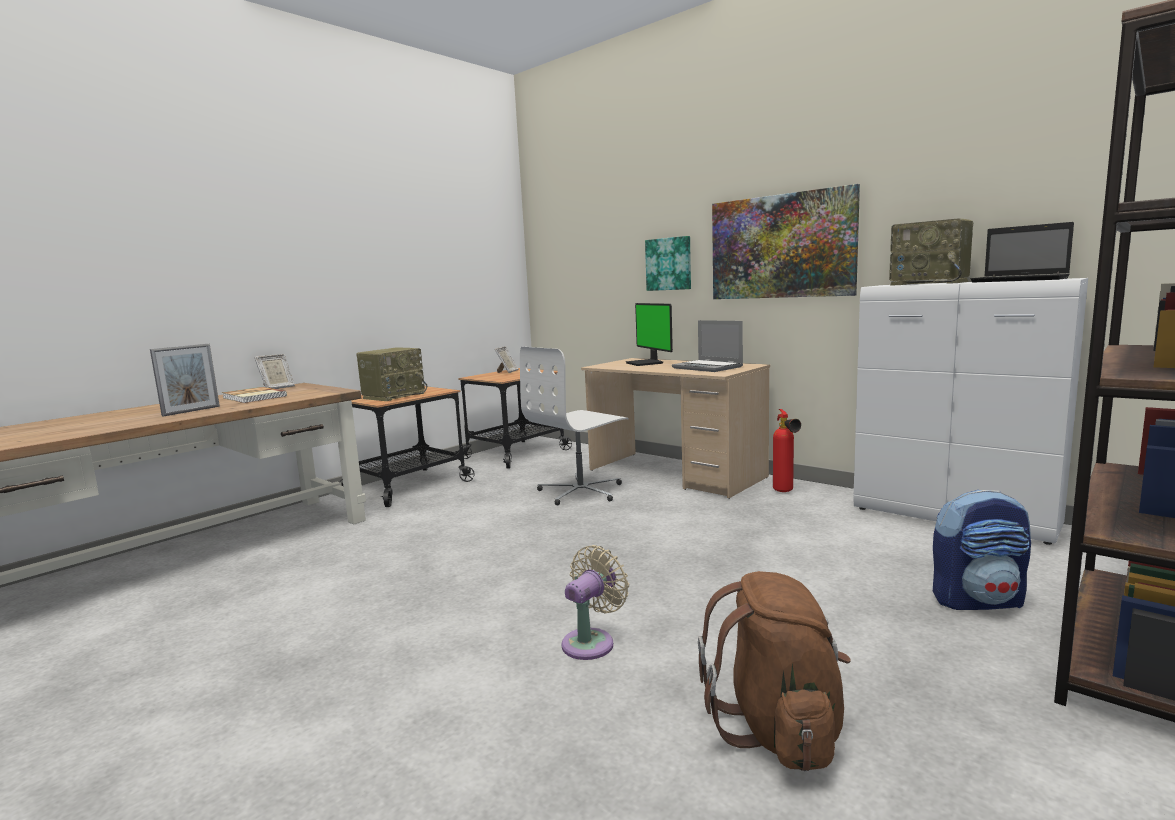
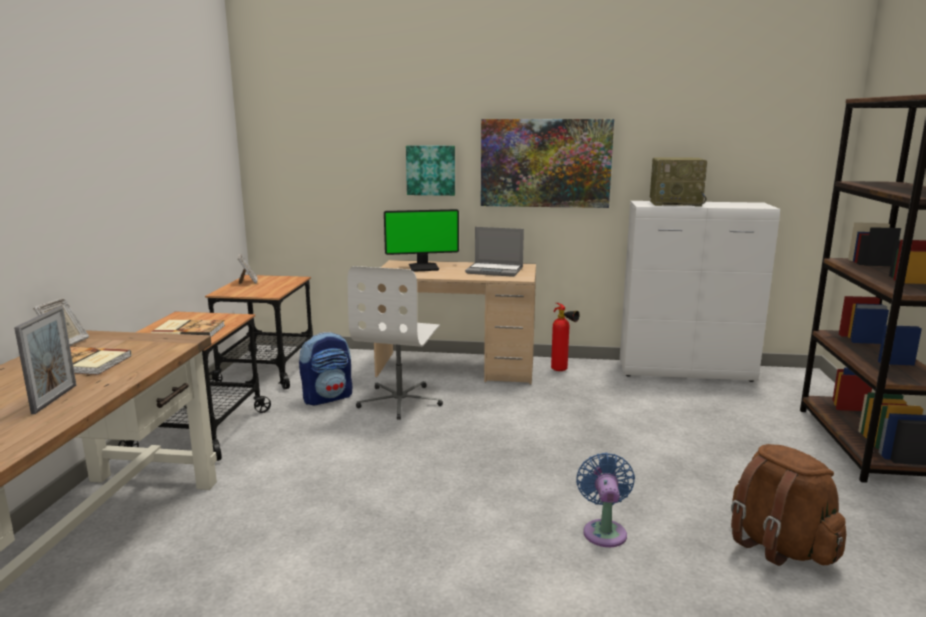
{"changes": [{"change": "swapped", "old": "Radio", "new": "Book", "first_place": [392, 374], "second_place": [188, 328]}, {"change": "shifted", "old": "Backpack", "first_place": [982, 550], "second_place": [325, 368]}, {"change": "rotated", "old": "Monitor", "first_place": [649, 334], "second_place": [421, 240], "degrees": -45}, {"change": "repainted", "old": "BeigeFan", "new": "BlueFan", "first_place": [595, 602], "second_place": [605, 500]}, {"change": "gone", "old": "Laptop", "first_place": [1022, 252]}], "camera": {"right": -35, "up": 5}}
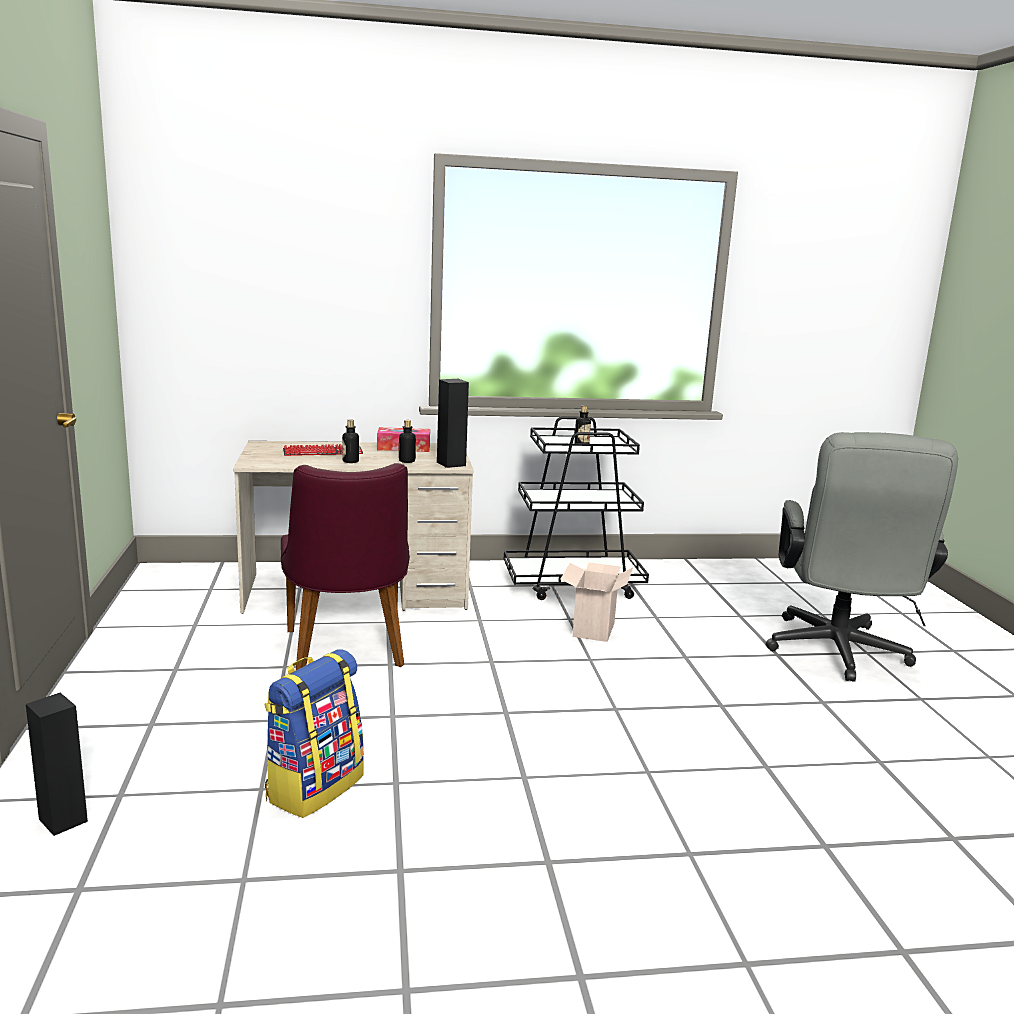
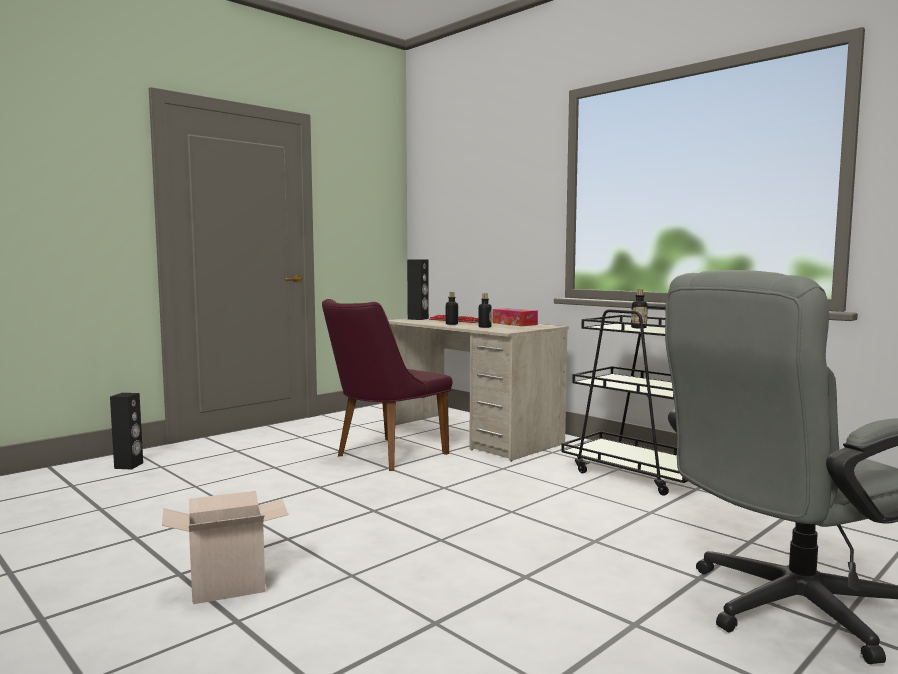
{"changes": [{"change": "shifted", "old": "CardboardBox", "first_place": [596, 602], "second_place": [225, 547]}, {"change": "shifted", "old": "BlackSpeaker", "first_place": [453, 423], "second_place": [418, 289]}, {"change": "gone", "old": "Backpack", "first_place": [314, 733]}], "camera": {"right": 55, "up": -10}}
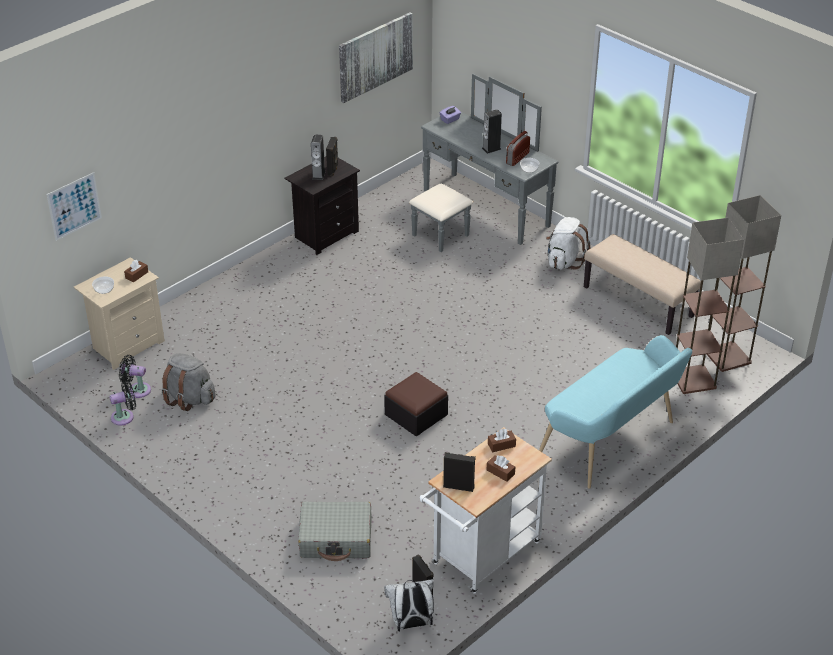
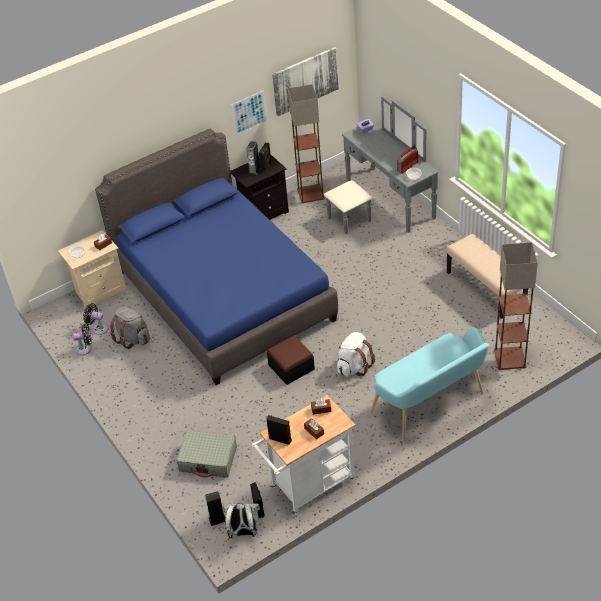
{"changes": [{"change": "new", "new": "BlueBed", "second_place": [216, 257]}, {"change": "shifted", "old": "Speaker", "first_place": [492, 131], "second_place": [215, 508]}, {"change": "shifted", "old": "Picture", "first_place": [74, 206], "second_place": [249, 112]}, {"change": "shifted", "old": "FloorLamp", "first_place": [743, 283], "second_place": [306, 143]}, {"change": "shifted", "old": "WhiteBackpack", "first_place": [568, 243], "second_place": [356, 354]}], "camera": {"right": 15, "up": 5}}
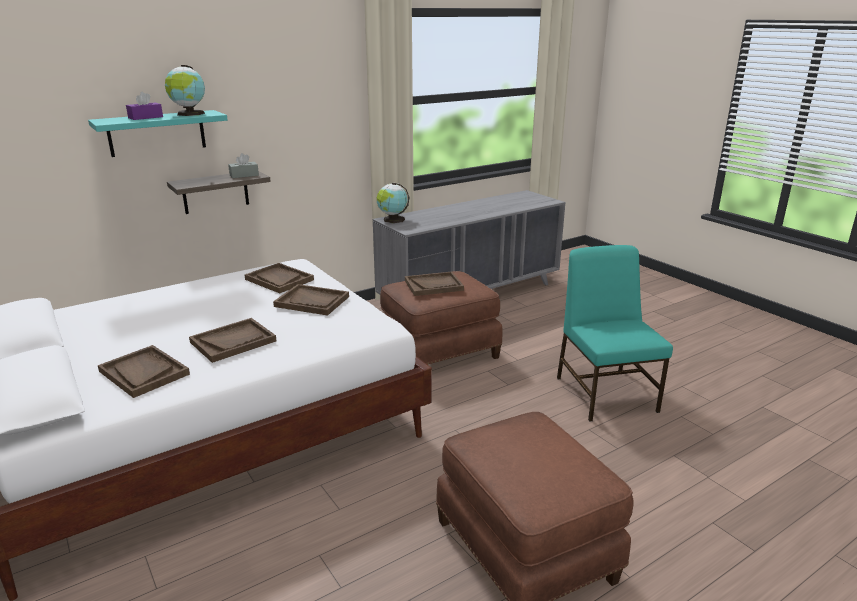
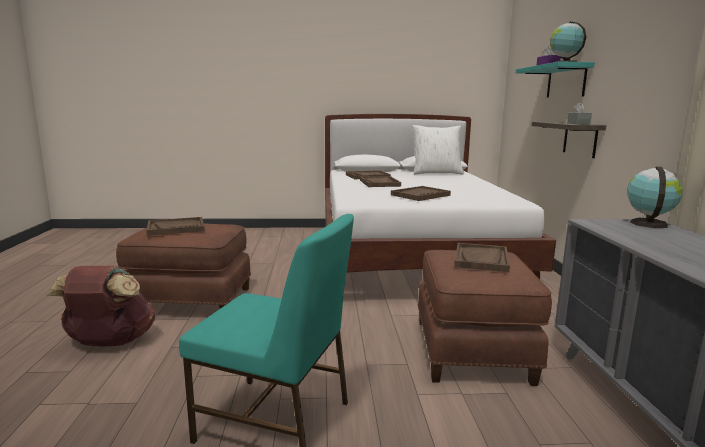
{"changes": [{"change": "new", "new": "BrownBackpack", "second_place": [100, 306]}, {"change": "shifted", "old": "BrownTray", "first_place": [279, 278], "second_place": [175, 226]}, {"change": "new", "new": "WhitePillow", "second_place": [438, 150]}], "camera": {"right": 120, "up": -10}}
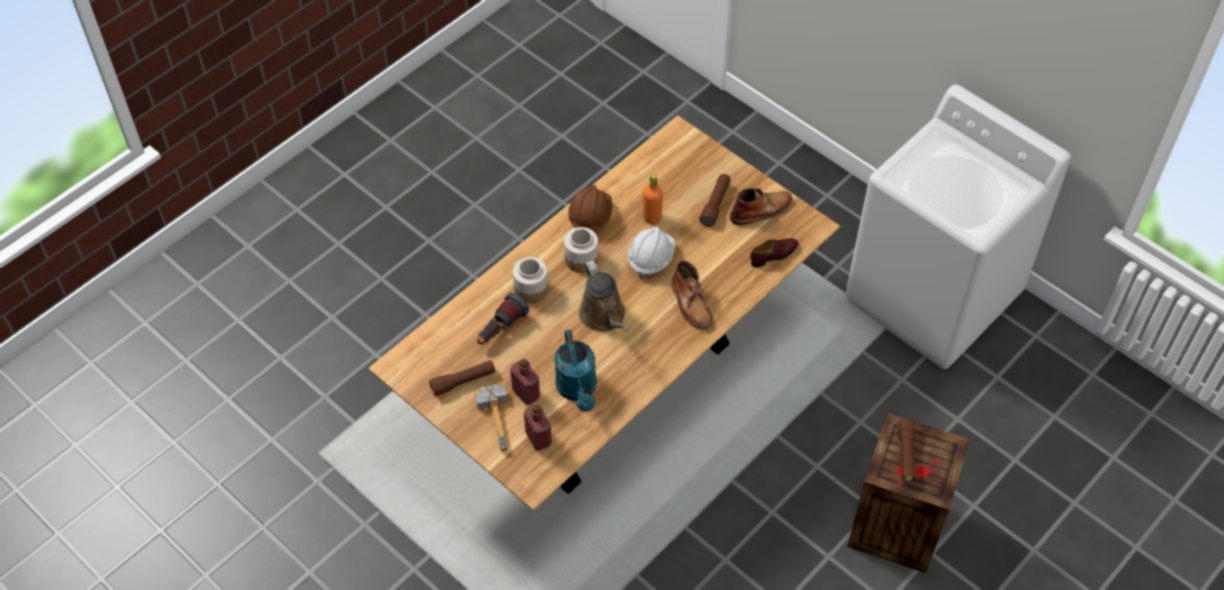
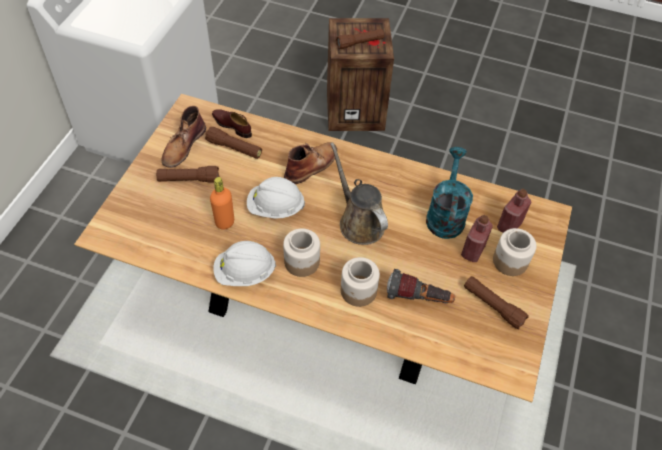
{"changes": [{"change": "rotated", "old": "BrownBoot", "first_place": [761, 206], "second_place": [183, 137], "degrees": -105}, {"change": "new", "new": "BrownFlashlight", "second_place": [233, 143]}, {"change": "repainted", "old": "BrownHardHat", "new": "WhiteHardHat", "first_place": [590, 209], "second_place": [245, 263]}, {"change": "rotated", "old": "BrownWateringCan", "first_place": [604, 296], "second_place": [359, 193], "degrees": -75}, {"change": "rotated", "old": "TurquoiseWateringCan", "first_place": [575, 371], "second_place": [449, 193], "degrees": -45}, {"change": "swapped", "old": "Hammer", "new": "Jar", "first_place": [491, 418], "second_place": [514, 252]}], "camera": {"right": -115, "up": 0}}
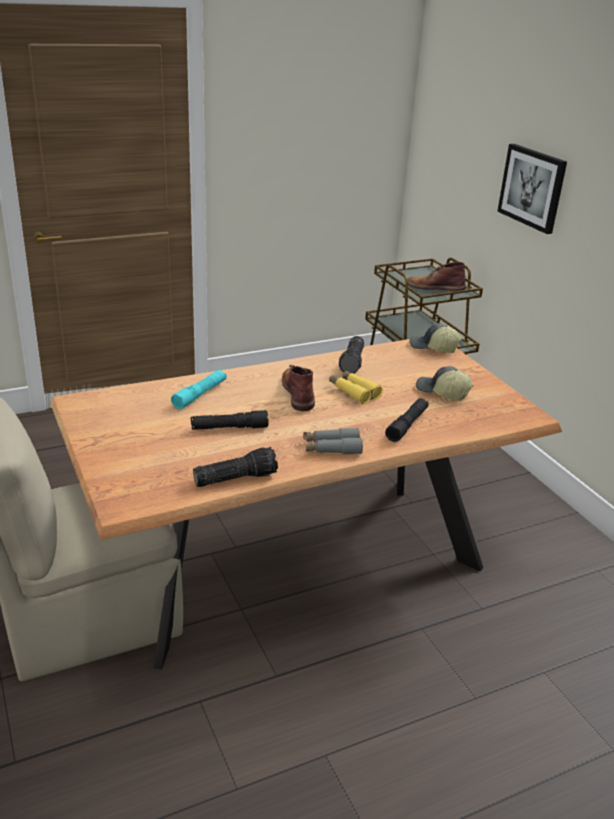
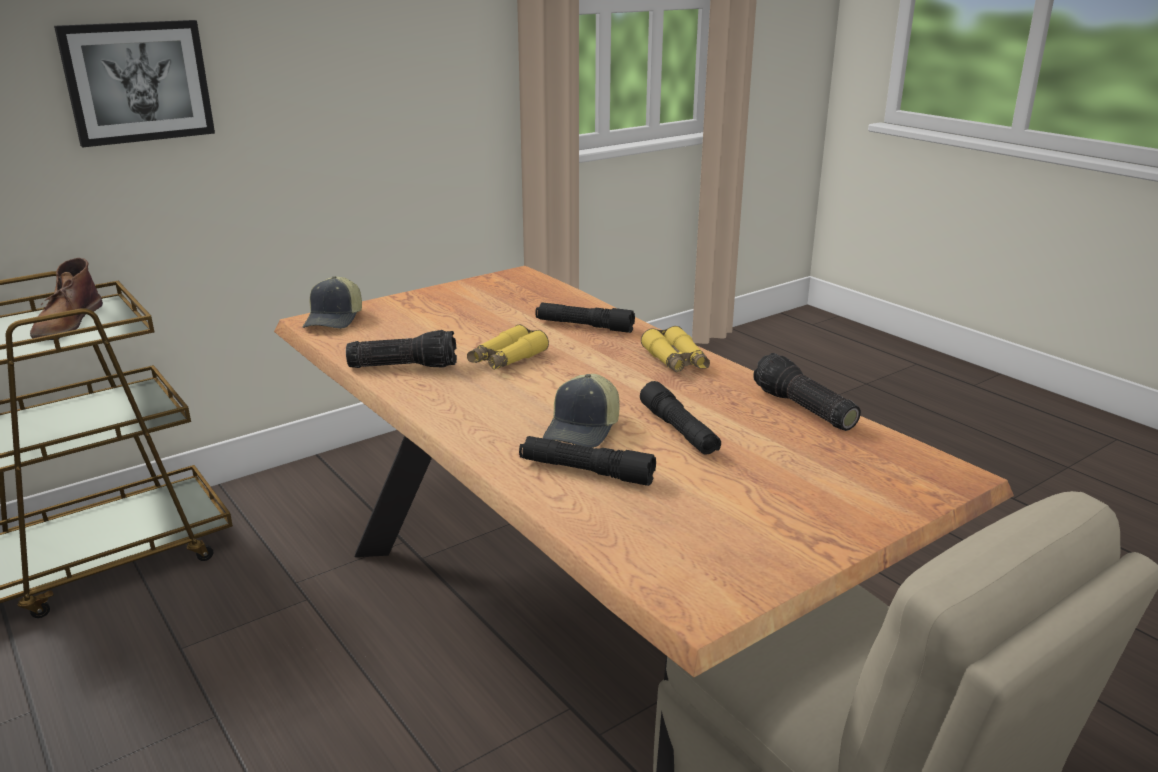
{"changes": [{"change": "repainted", "old": "TurquoiseFlashlight", "new": "BlackFlashlight", "first_place": [199, 389], "second_place": [587, 461]}, {"change": "shifted", "old": "Cap", "first_place": [445, 383], "second_place": [581, 411]}, {"change": "repainted", "old": "GreyBinoculars", "new": "YellowBinoculars", "first_place": [333, 441], "second_place": [675, 349]}, {"change": "gone", "old": "BrownBoot", "first_place": [298, 388]}], "camera": {"right": -100, "up": -5}}
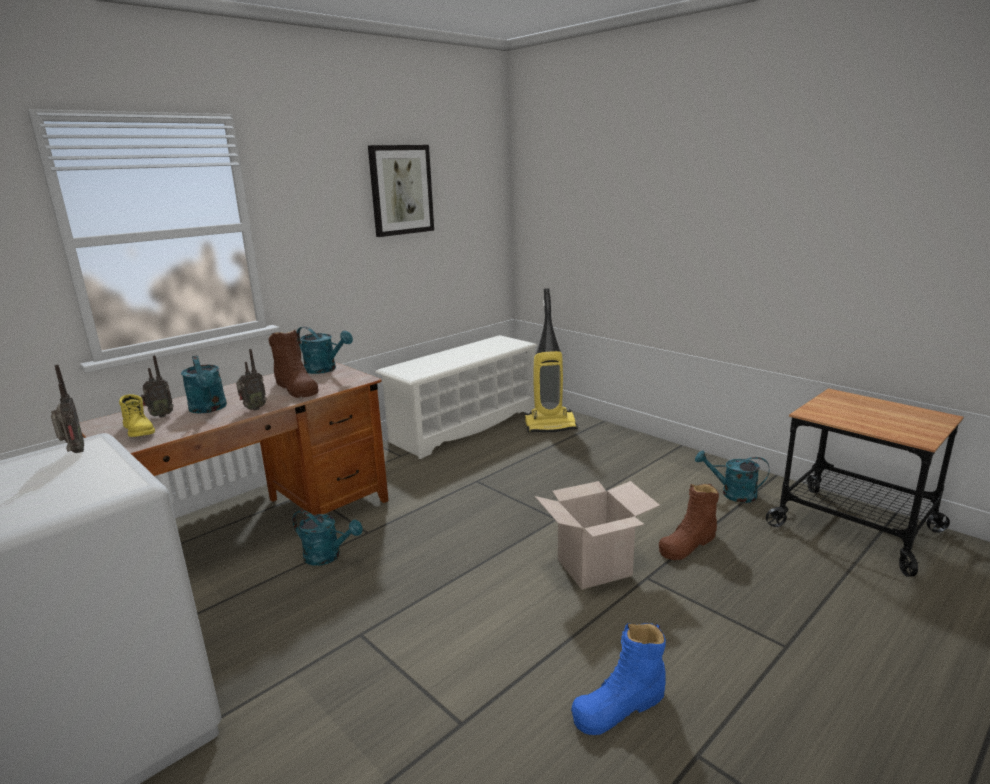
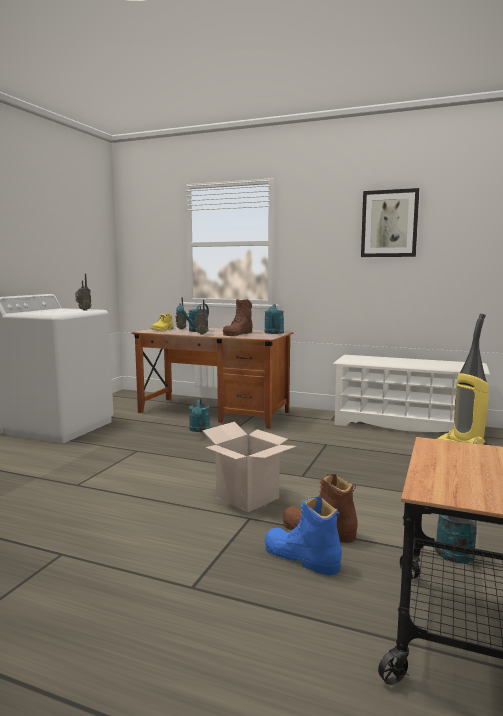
{"changes": [{"change": "shifted", "old": "BlueBoot", "first_place": [618, 679], "second_place": [303, 536]}], "camera": {"right": 65, "up": -10}}
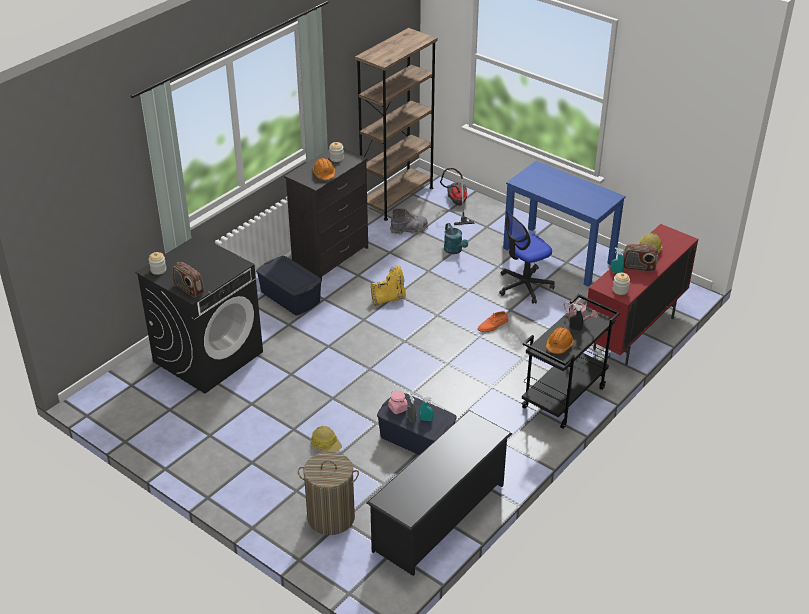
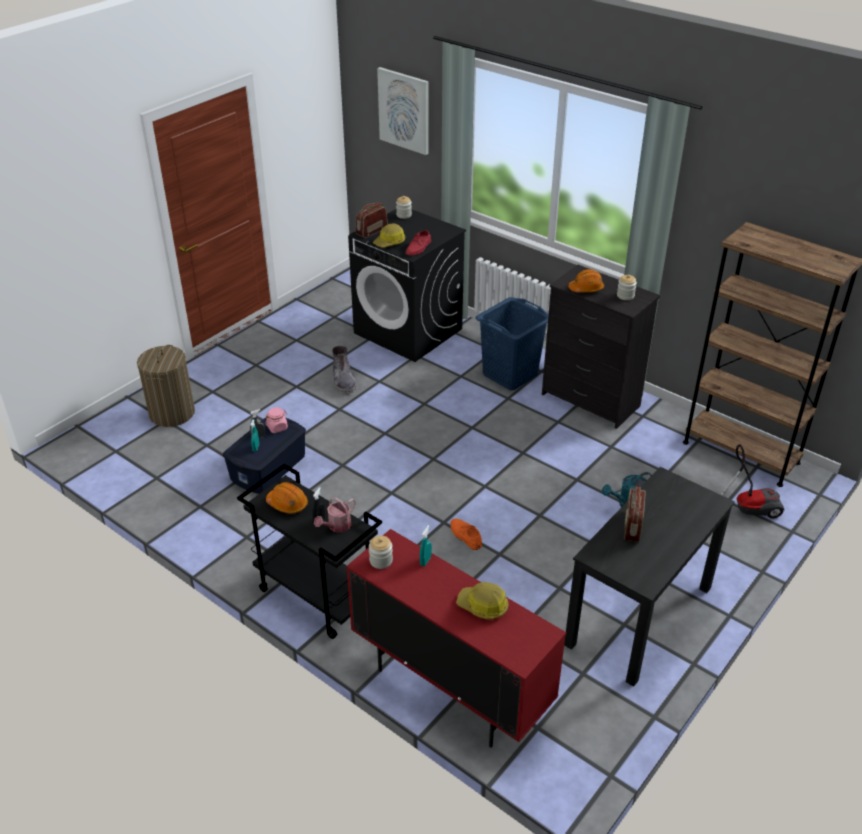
{"changes": [{"change": "shifted", "old": "GreyBoot", "first_place": [409, 221], "second_place": [344, 370]}, {"change": "shifted", "old": "HardHat", "first_place": [326, 439], "second_place": [389, 235]}, {"change": "new", "new": "Picture", "second_place": [402, 111]}, {"change": "new", "new": "RedShoe", "second_place": [418, 243]}, {"change": "swapped", "old": "BlueStorageBox", "new": "BlueLaundryBasket", "first_place": [289, 285], "second_place": [512, 343]}, {"change": "repainted", "old": "BlueDesk", "new": "BlackDesk", "first_place": [564, 224], "second_place": [649, 577]}, {"change": "shifted", "old": "Radio", "first_place": [640, 257], "second_place": [635, 514]}, {"change": "gone", "old": "BlackShoeRack", "first_place": [439, 493]}, {"change": "gone", "old": "YellowBoot", "first_place": [388, 285]}, {"change": "gone", "old": "OfficeChair", "first_place": [527, 257]}], "camera": {"right": 90, "up": 0}}
